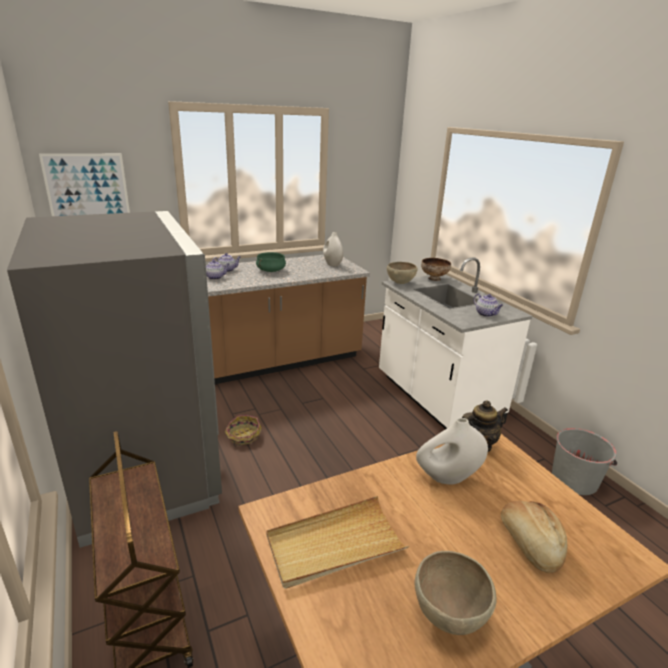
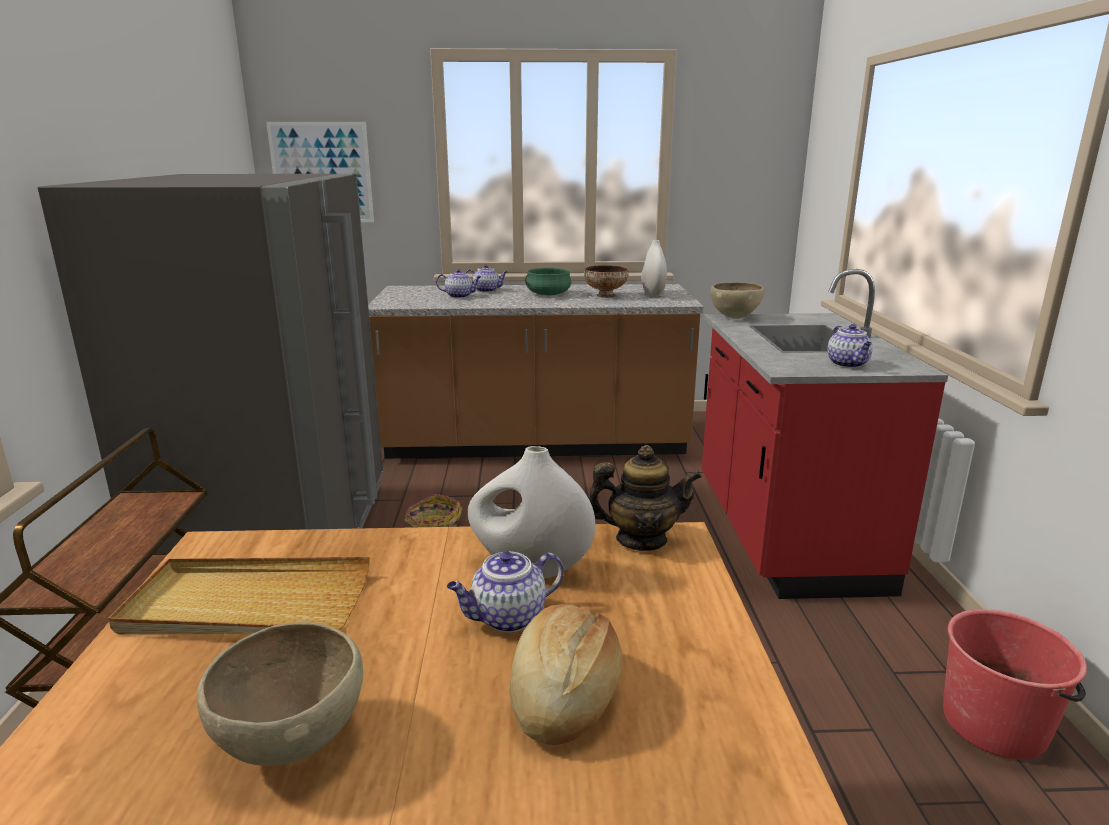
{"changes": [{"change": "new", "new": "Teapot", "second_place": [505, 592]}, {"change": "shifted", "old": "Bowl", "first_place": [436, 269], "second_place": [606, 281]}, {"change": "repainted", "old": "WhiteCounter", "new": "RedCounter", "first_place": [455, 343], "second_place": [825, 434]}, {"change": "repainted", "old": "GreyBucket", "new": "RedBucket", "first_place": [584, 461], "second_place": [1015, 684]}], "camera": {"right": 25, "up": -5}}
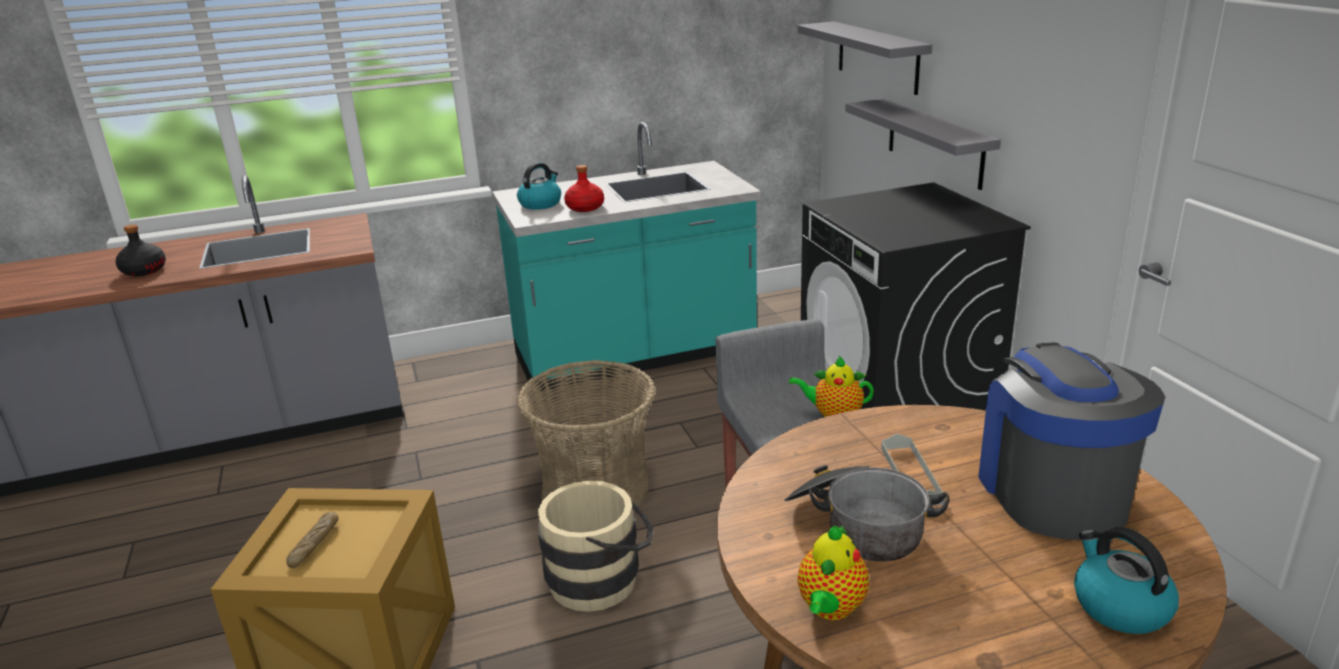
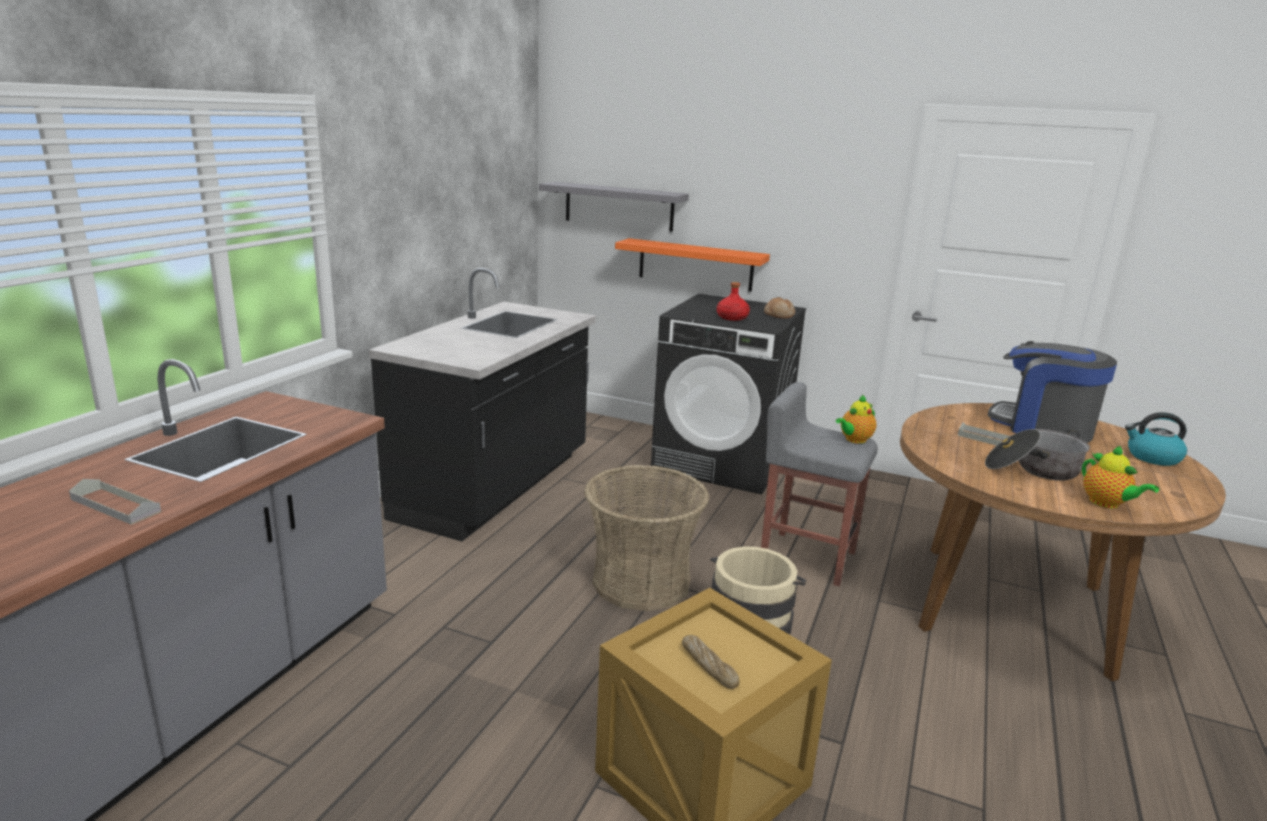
{"changes": [{"change": "swapped", "old": "BlackBottle", "new": "GreyTray", "first_place": [141, 250], "second_place": [115, 502]}, {"change": "repainted", "old": "TurquoiseCounter", "new": "BlackCounter", "first_place": [626, 256], "second_place": [482, 404]}, {"change": "repainted", "old": "GreyShelf", "new": "OrangeShelf", "first_place": [923, 144], "second_place": [692, 265]}, {"change": "shifted", "old": "RedBottle", "first_place": [584, 188], "second_place": [733, 301]}, {"change": "new", "new": "Bread", "second_place": [779, 307]}, {"change": "gone", "old": "Kettle", "first_place": [539, 186]}], "camera": {"right": -50, "up": -5}}
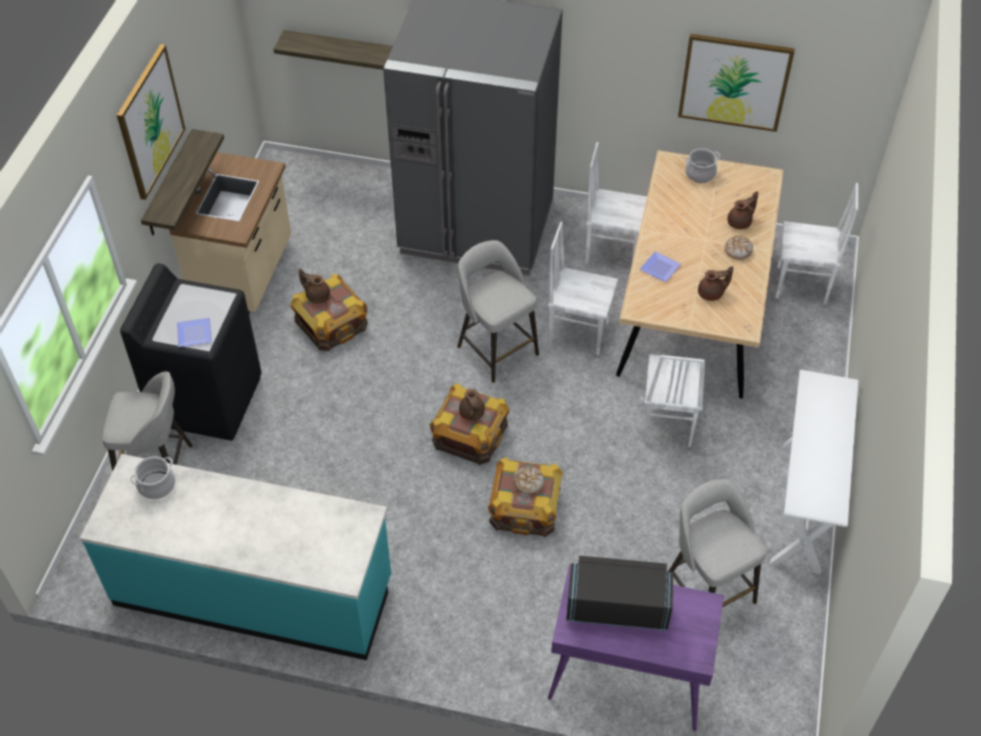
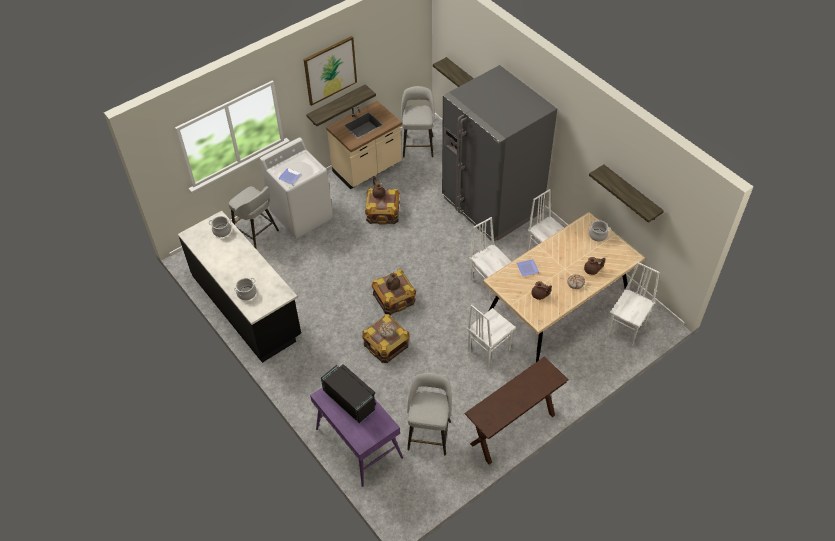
{"changes": [{"change": "repainted", "old": "TurquoiseCounter", "new": "BlackCounter", "first_place": [235, 557], "second_place": [239, 287]}, {"change": "new", "new": "CookingPot", "second_place": [245, 289]}, {"change": "repainted", "old": "BlackWashingMachine", "new": "WhiteWashingMachine", "first_place": [191, 351], "second_place": [296, 188]}, {"change": "shifted", "old": "GreyStool", "first_place": [498, 311], "second_place": [418, 121]}, {"change": "repainted", "old": "WhiteConsoleTable", "new": "BrownConsoleTable", "first_place": [814, 472], "second_place": [516, 410]}, {"change": "swapped", "old": "Picture", "new": "Shelf", "first_place": [736, 83], "second_place": [626, 193]}, {"change": "rotated", "old": "WhiteChair", "first_place": [816, 244], "second_place": [633, 304], "degrees": -105}], "camera": {"right": 40, "up": 0}}
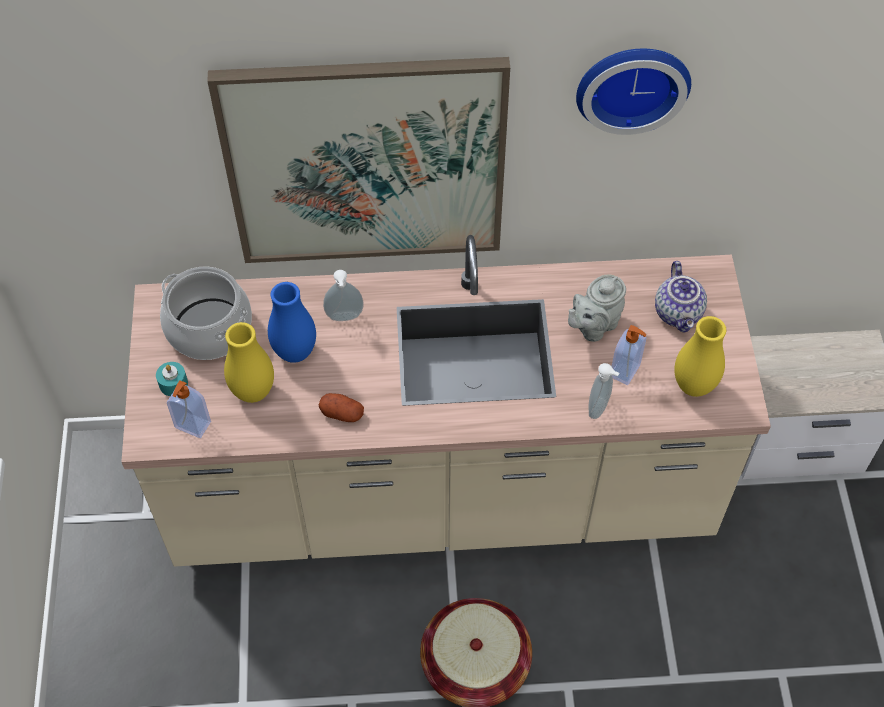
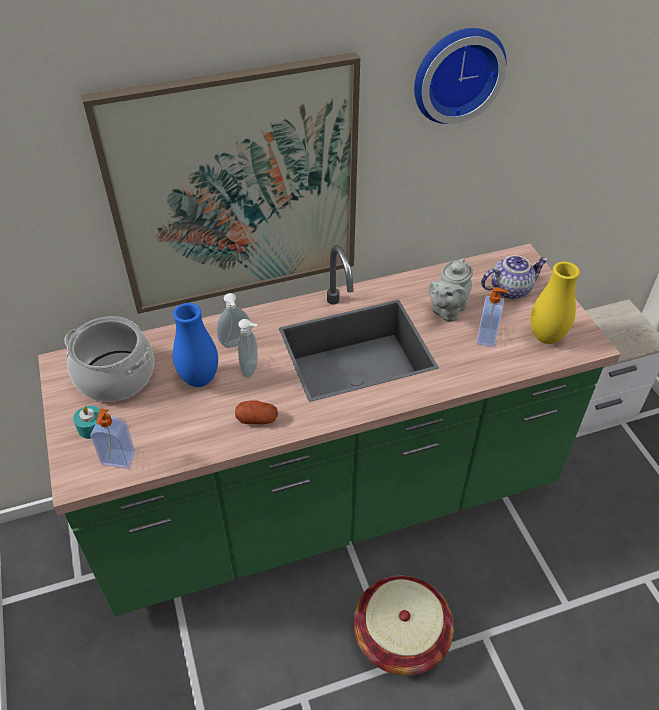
{"changes": [{"change": "repainted", "old": "BeigeCounter", "new": "GreenCounter", "first_place": [446, 401], "second_place": [329, 430]}, {"change": "shifted", "old": "SoapDispenser", "first_place": [604, 391], "second_place": [248, 348]}, {"change": "rotated", "old": "Teapot", "first_place": [681, 297], "second_place": [514, 277], "degrees": -90}, {"change": "gone", "old": "YellowVase", "first_place": [249, 362]}], "camera": {"right": -15, "up": -10}}
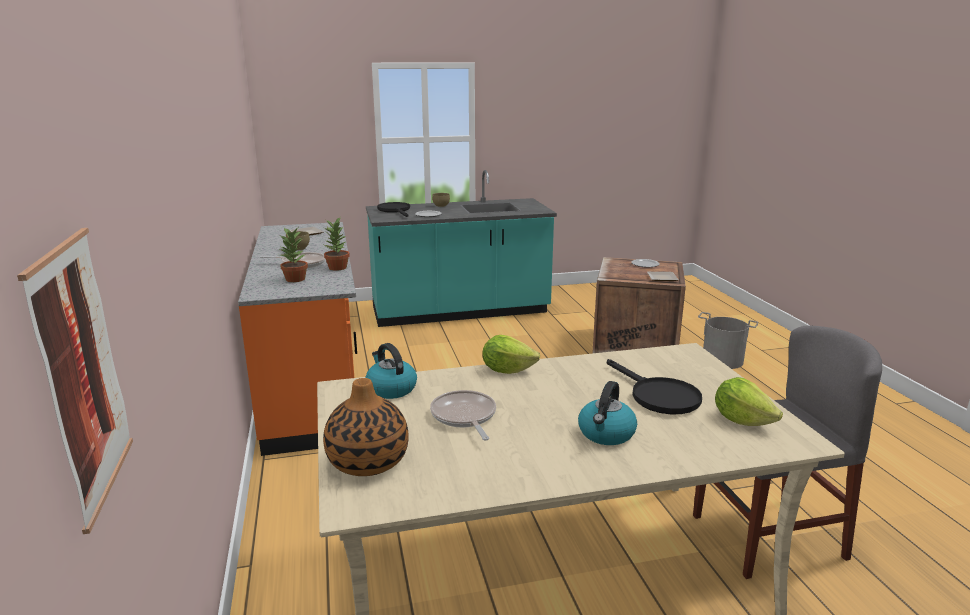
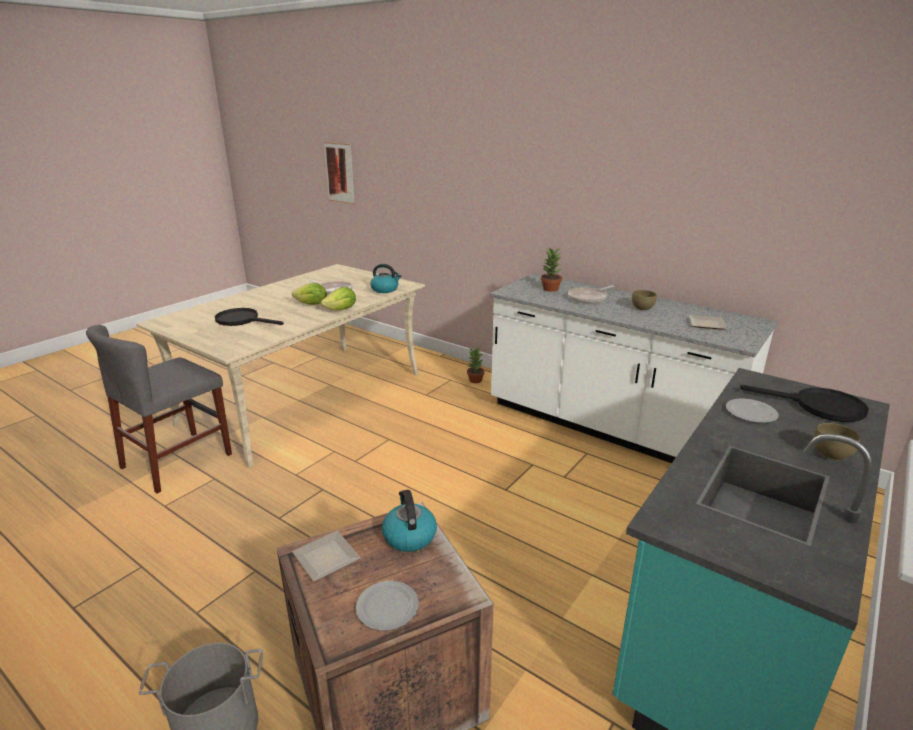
{"changes": [{"change": "shifted", "old": "Lettuce", "first_place": [749, 401], "second_place": [309, 294]}, {"change": "shifted", "old": "Kettle", "first_place": [607, 413], "second_place": [409, 521]}, {"change": "shifted", "old": "PottedPlant", "first_place": [337, 244], "second_place": [476, 365]}, {"change": "repainted", "old": "OrangeCounter", "new": "WhiteCounter", "first_place": [297, 339], "second_place": [634, 368]}, {"change": "gone", "old": "Vase", "first_place": [366, 427]}], "camera": {"right": 140, "up": 5}}
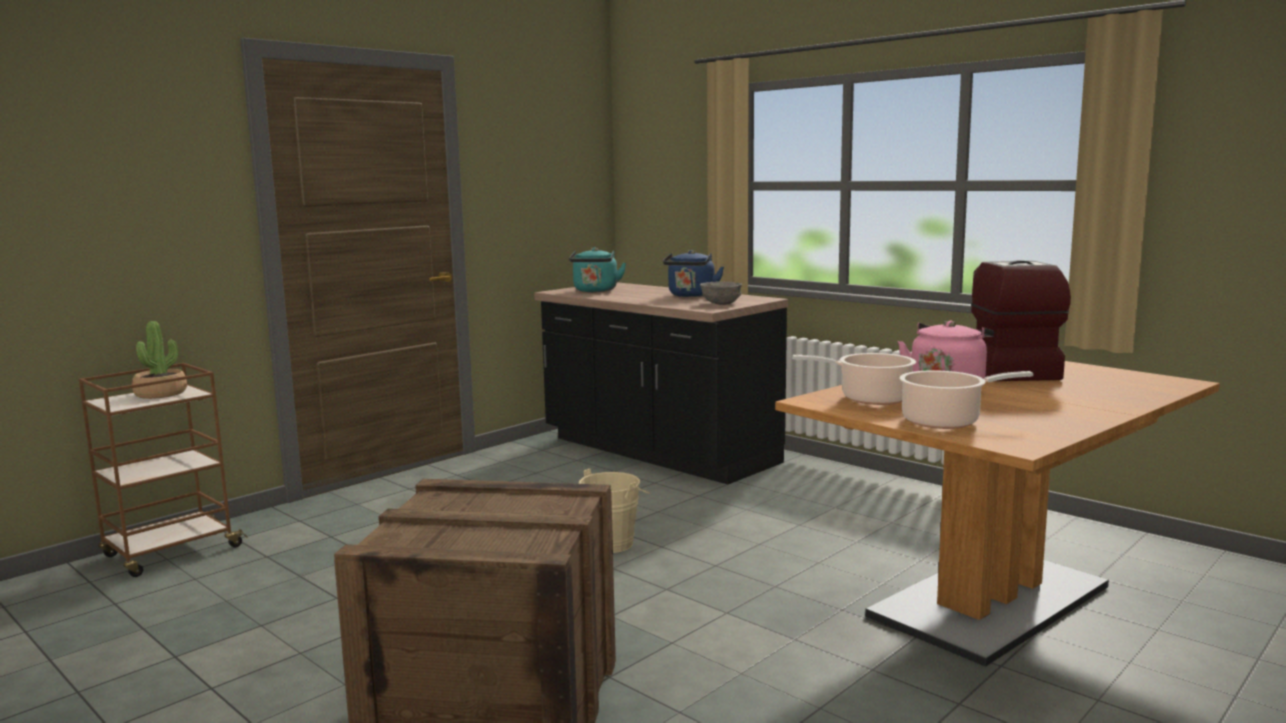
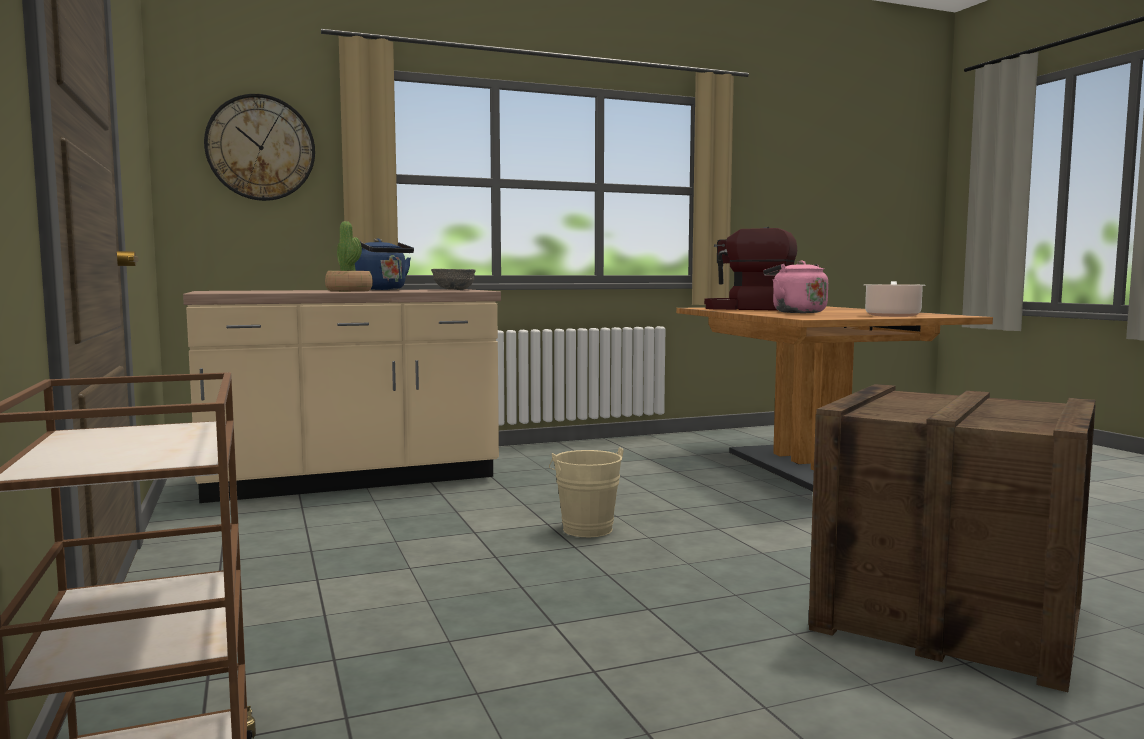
{"changes": [{"change": "repainted", "old": "BlackCounter", "new": "BeigeCounter", "first_place": [661, 383], "second_place": [342, 396]}, {"change": "new", "new": "WallClock", "second_place": [259, 147]}, {"change": "shifted", "old": "PottedPlant", "first_place": [159, 360], "second_place": [349, 256]}, {"change": "gone", "old": "TurquoiseKettle", "first_place": [597, 269]}, {"change": "gone", "old": "CookingPot", "first_place": [854, 379]}], "camera": {"right": -65, "up": -5}}
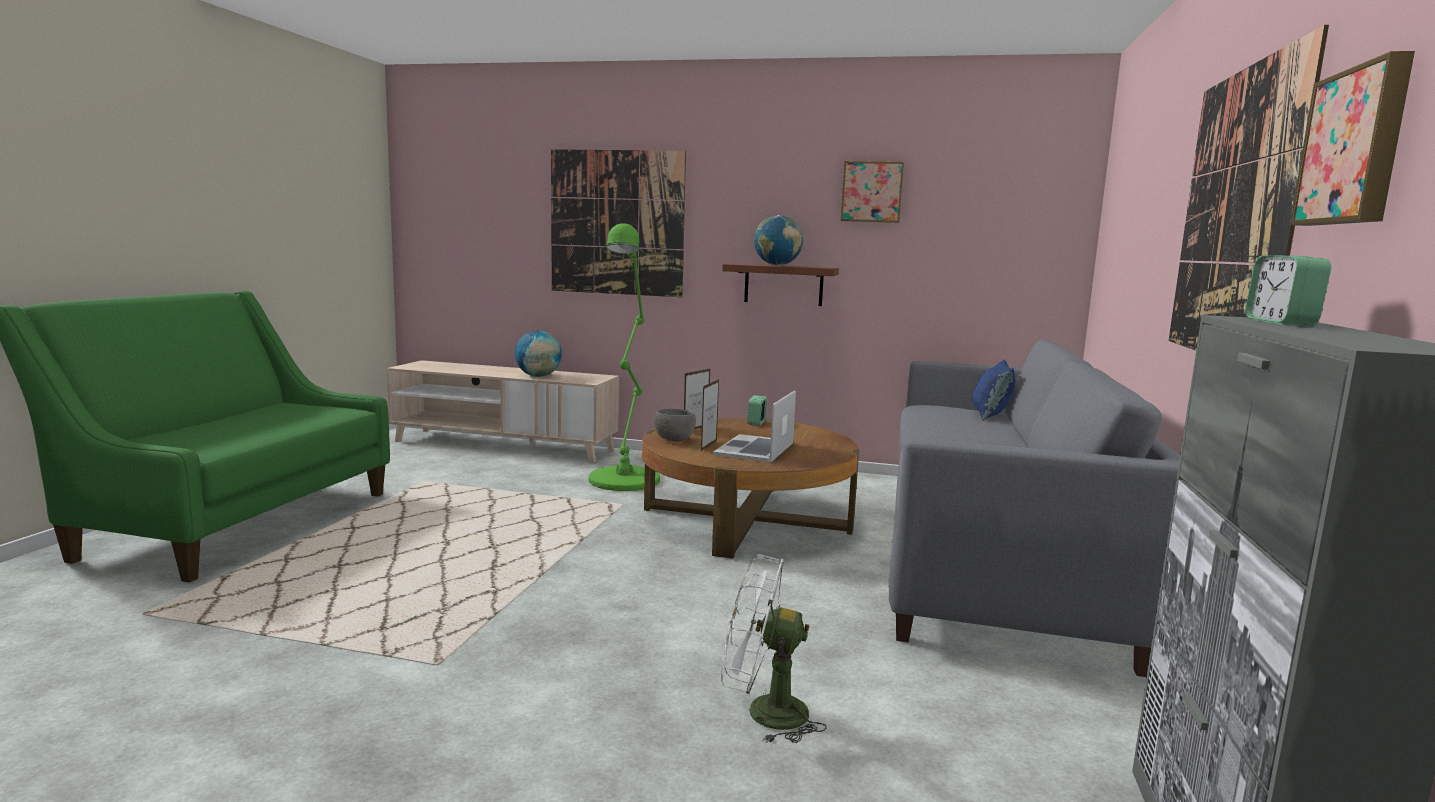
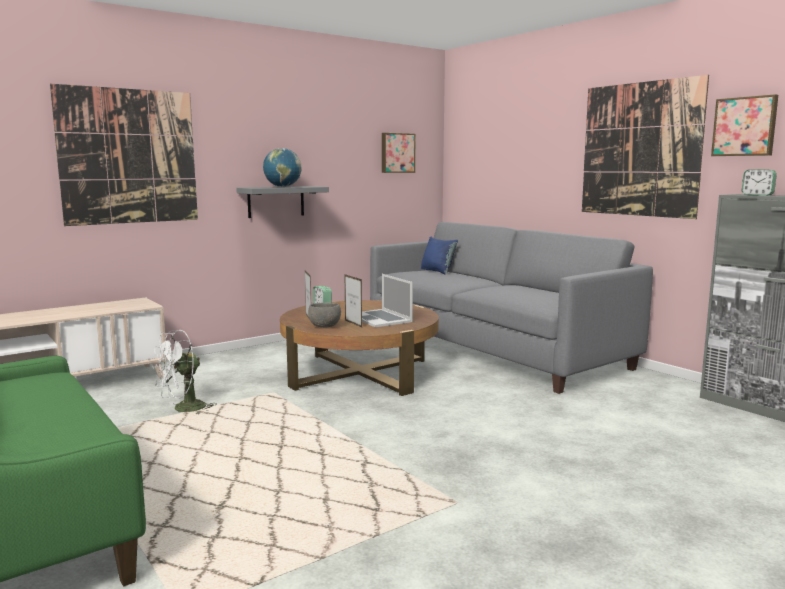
{"changes": [{"change": "shifted", "old": "WhiteFan", "first_place": [774, 648], "second_place": [185, 372]}, {"change": "repainted", "old": "BrownShelf", "new": "GreyShelf", "first_place": [780, 284], "second_place": [282, 202]}, {"change": "shifted", "old": "Picture", "first_place": [872, 192], "second_place": [398, 153]}, {"change": "gone", "old": "Globe", "first_place": [538, 354]}, {"change": "gone", "old": "GreenFloorLamp", "first_place": [624, 357]}], "camera": {"right": -50, "up": 0}}
